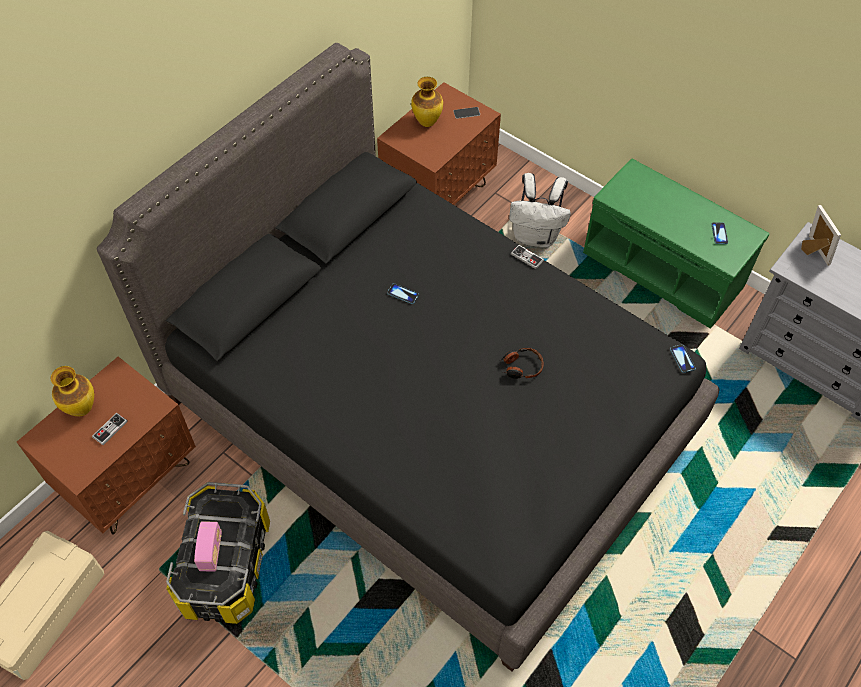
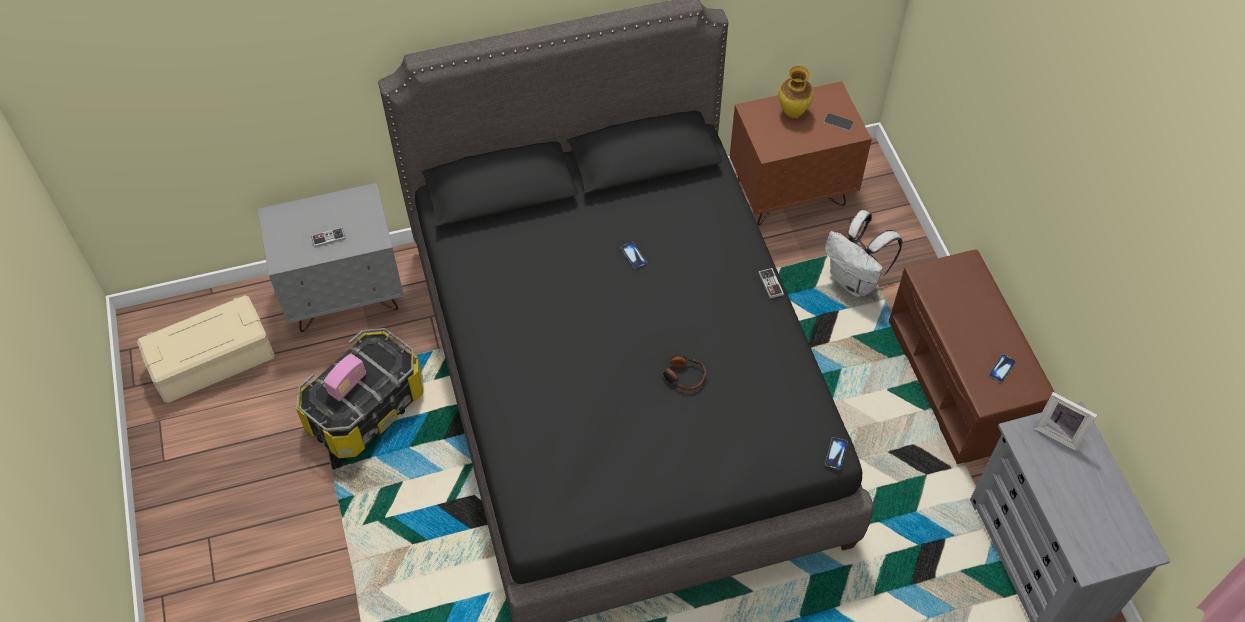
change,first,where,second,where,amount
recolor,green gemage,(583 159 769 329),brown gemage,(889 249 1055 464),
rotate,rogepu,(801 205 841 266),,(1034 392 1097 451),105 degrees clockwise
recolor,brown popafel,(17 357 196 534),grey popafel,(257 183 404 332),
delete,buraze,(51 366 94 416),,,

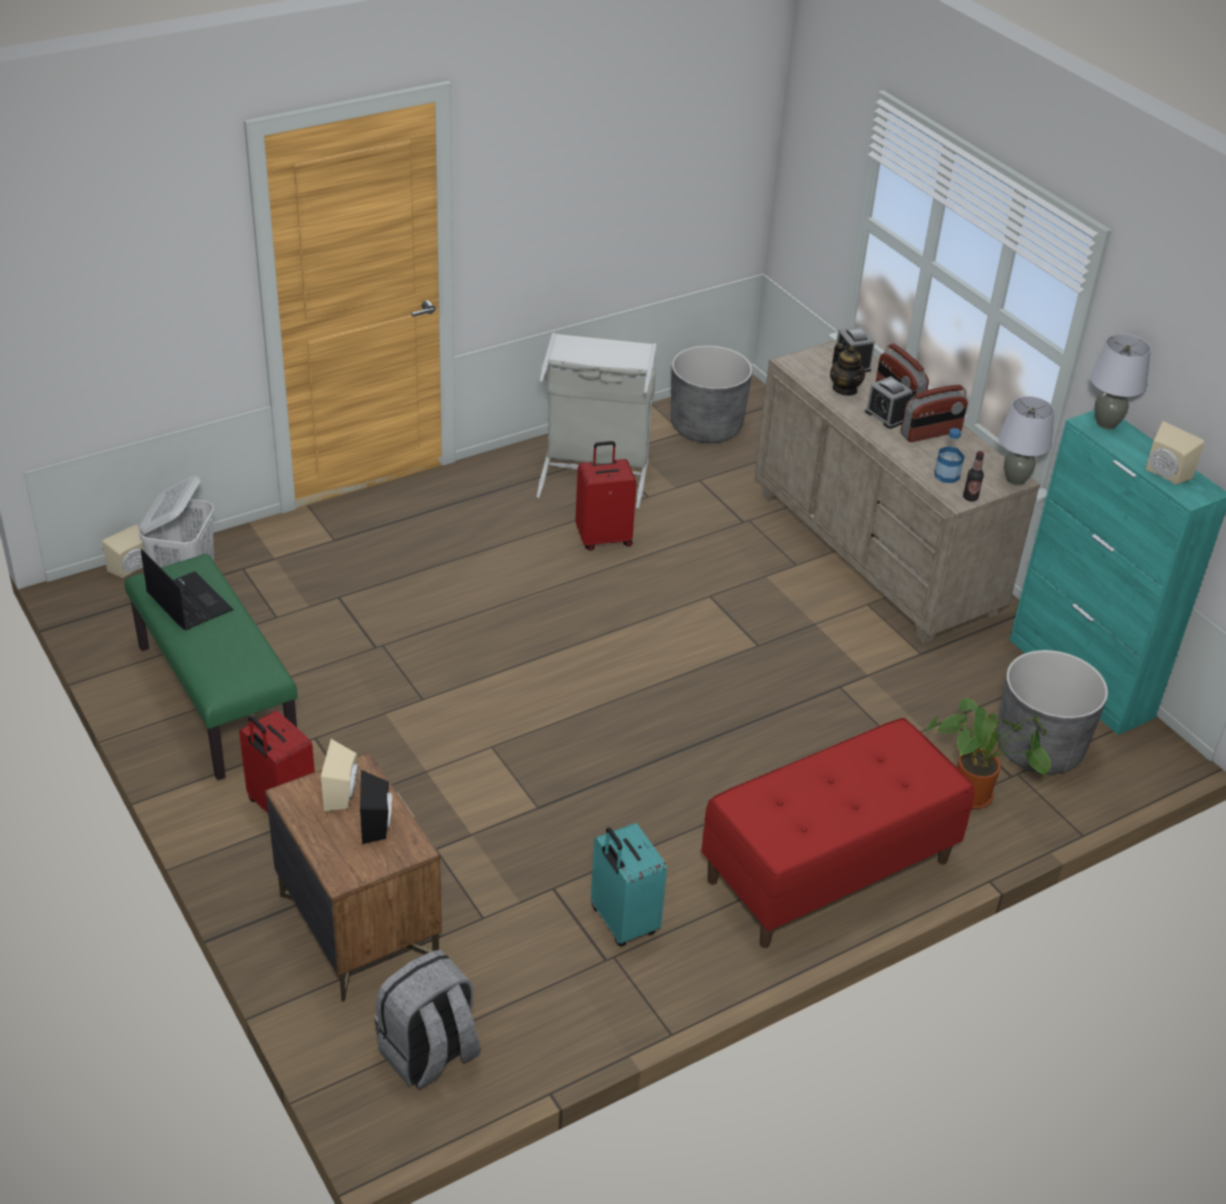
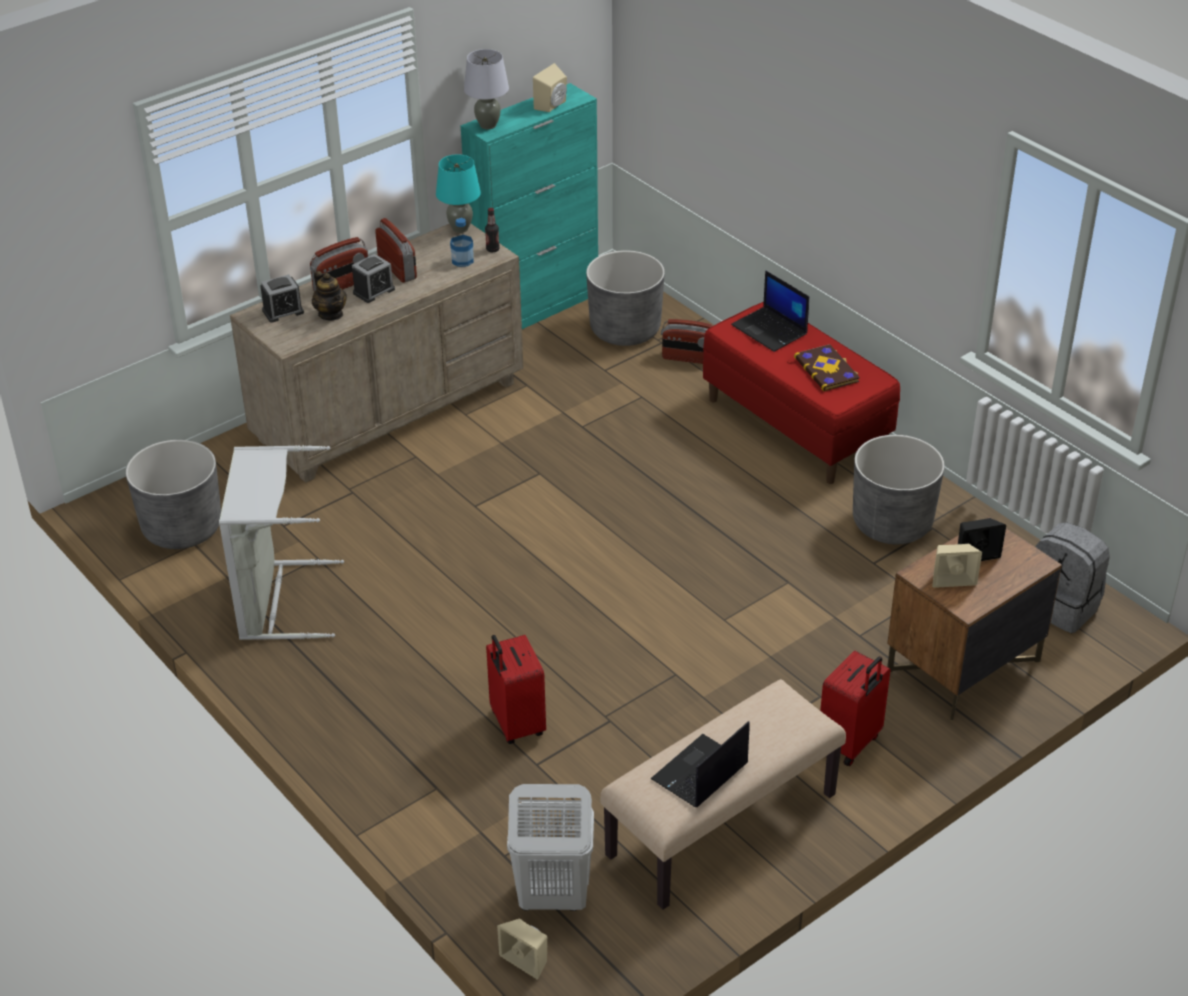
change,first,where,second,where,amount
rotate,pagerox,(830 343 865 396),,(312 271 347 320),90 degrees clockwise
recolor,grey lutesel,(999 396 1054 486),turquoise lutesel,(436 154 481 233),
move,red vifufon,(575 441 637 551),,(486 635 546 744),
recolor,green gemage,(125 554 297 780),beige gemage,(600 679 846 909),
replace,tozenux,(925 697 1051 809),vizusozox,(661 319 713 364),
replace,turquoise vifufon,(591 823 667 946),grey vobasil,(853 435 945 544),
insert,,,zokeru,(731 270 809 352),
insert,,,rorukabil,(794 344 860 391),

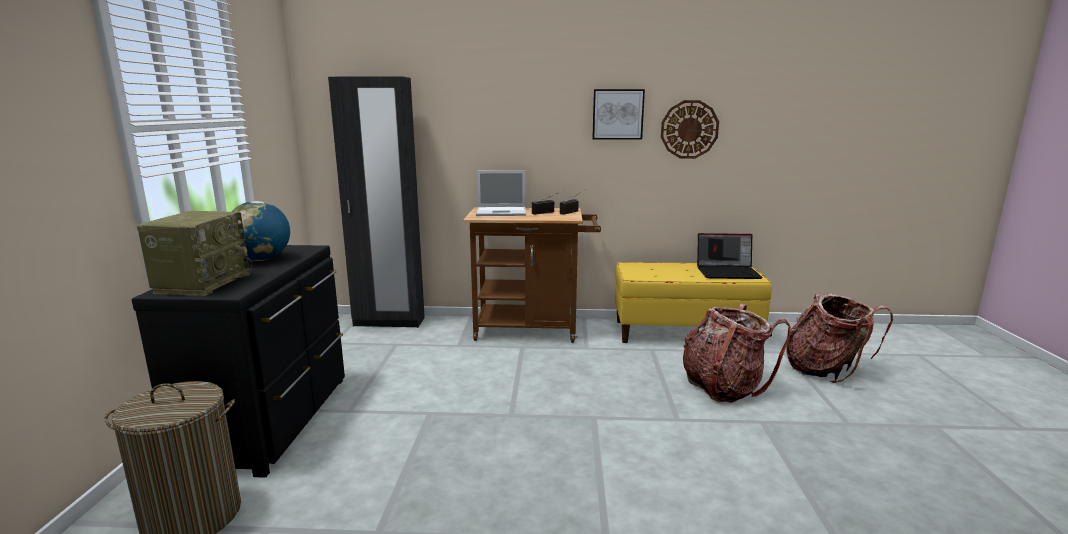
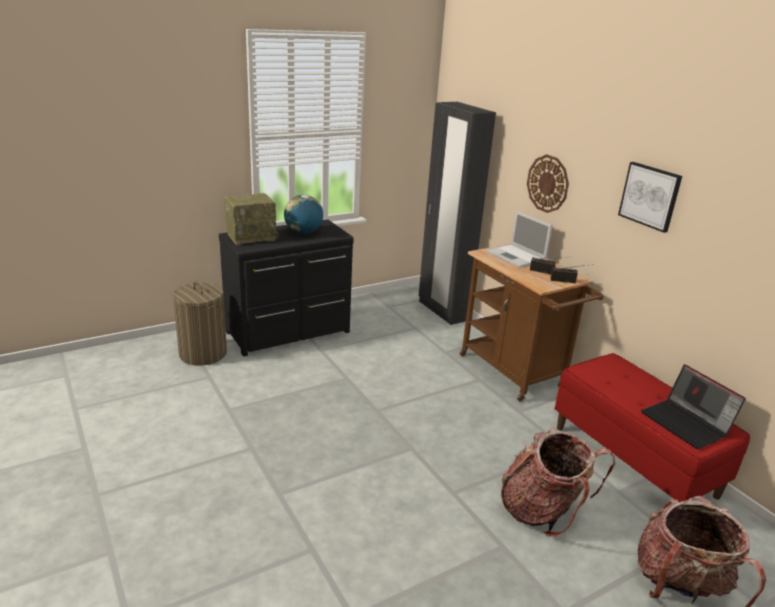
change,first,where,second,where,amount
move,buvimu,(661 100 719 159),,(527 154 569 213),
recolor,yellow gemage,(615 262 772 343),red gemage,(555 353 750 502),

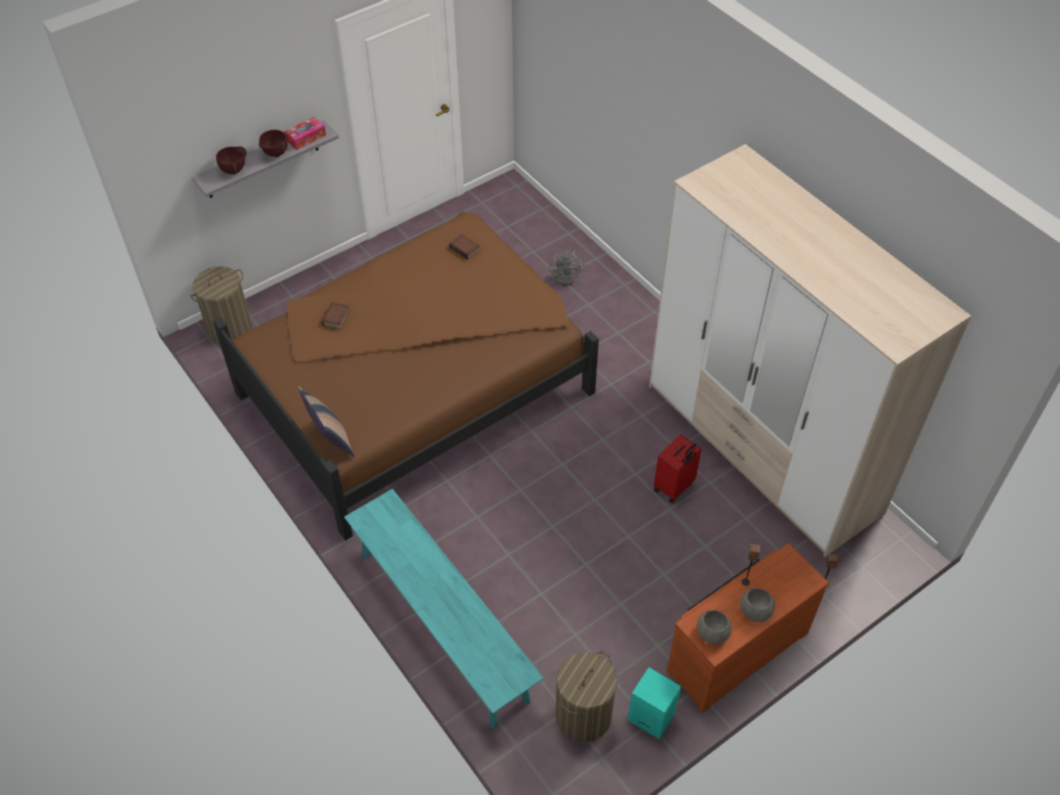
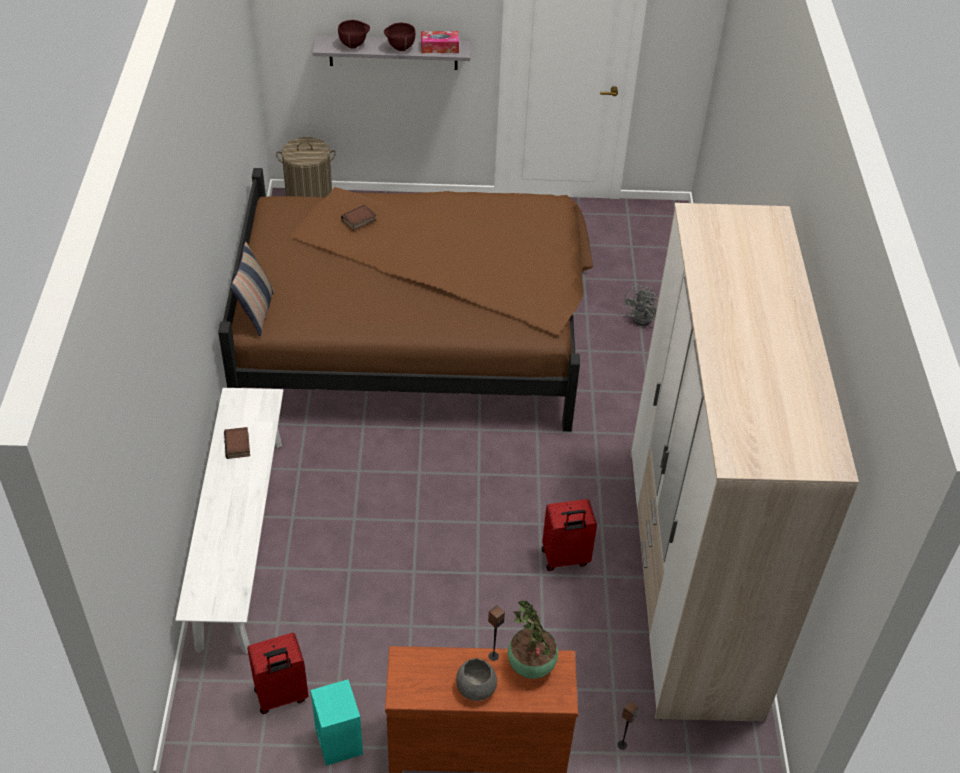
change,first,where,second,where,amount
move,rorukabil,(449 234 480 260),,(224 427 250 459),
recolor,turquoise gemage,(344 489 544 729),white gemage,(175 388 283 654),
delete,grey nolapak,(697 610 732 644),,,
replace,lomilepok,(555 651 617 742),red vifufon,(247 633 308 714),
insert,,,tozenux,(508 601 558 679),

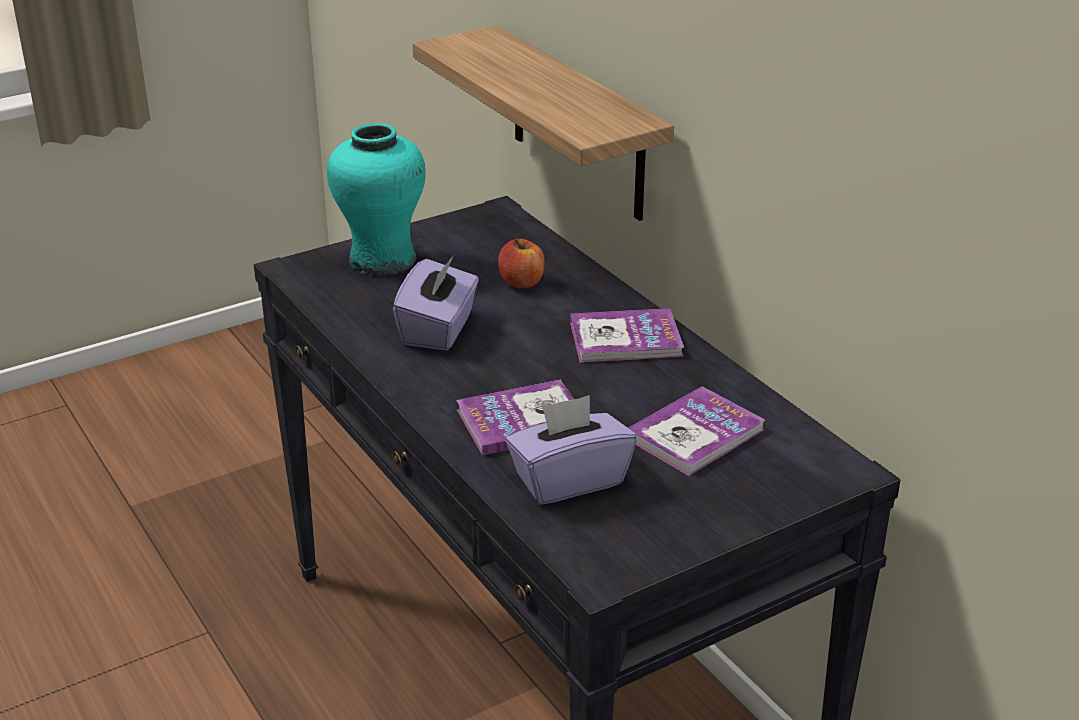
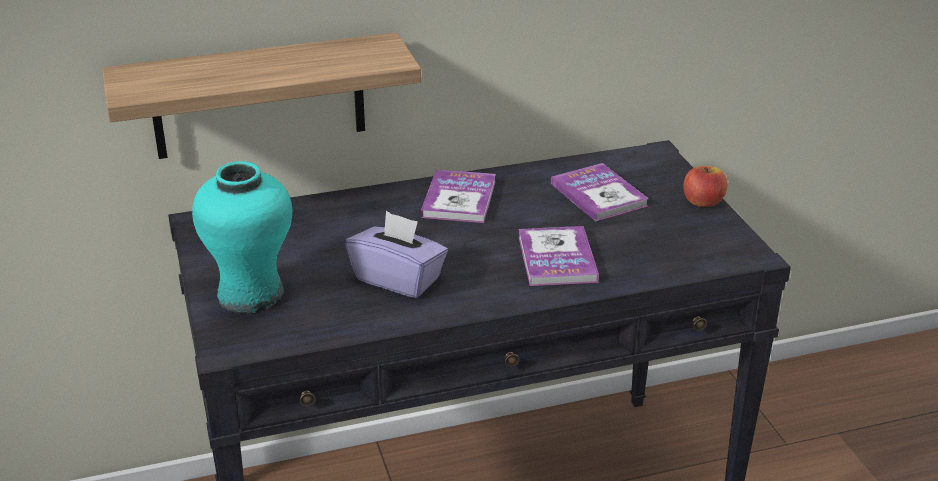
change,first,where,second,where,amount
move,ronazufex,(498 239 545 288),,(684 166 728 207),
delete,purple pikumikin,(505 395 636 505),,,

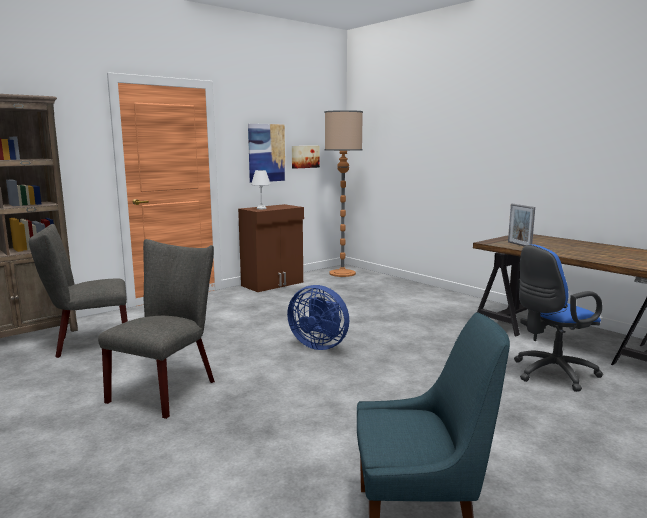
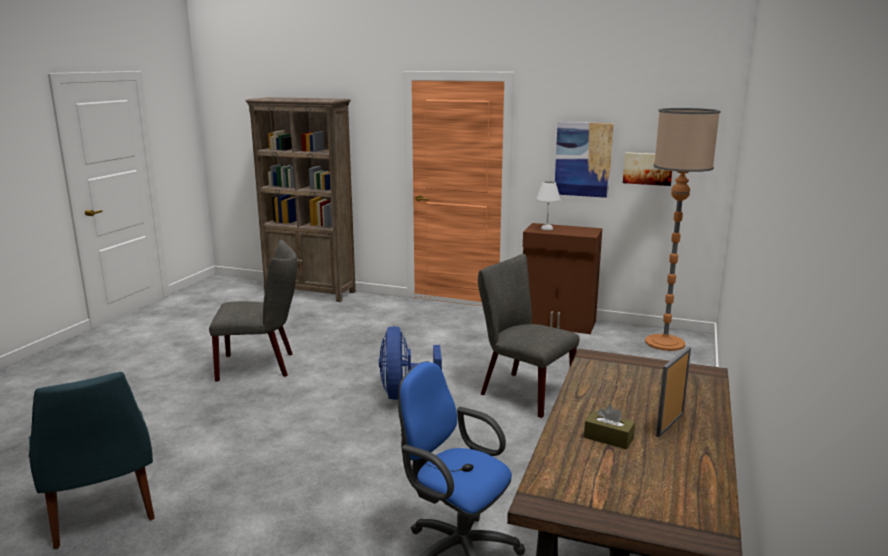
change,first,where,second,where,amount
move,rogepu,(508 204 535 247),,(656 347 691 437),
move,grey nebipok,(29 224 128 358),,(478 254 579 418),
insert,,,brown pikumikin,(584 405 635 449),

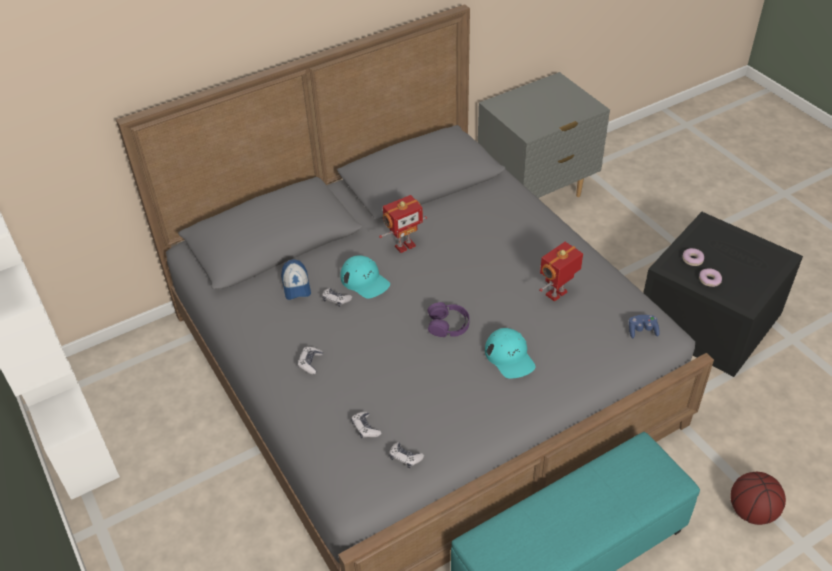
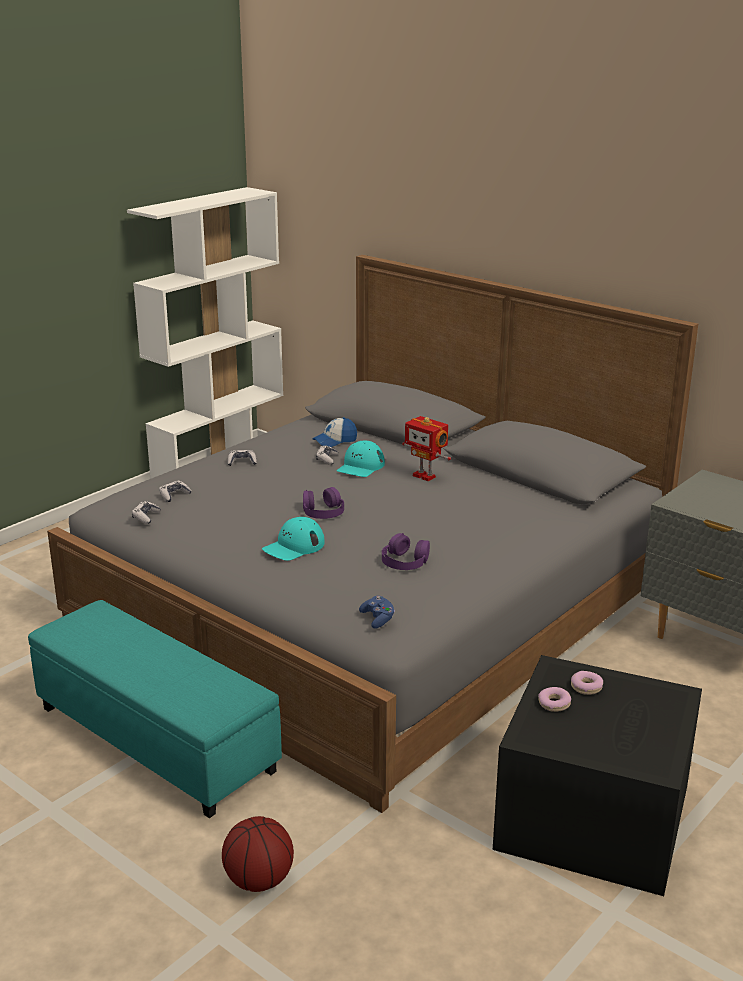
change,first,where,second,where,amount
replace,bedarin,(539 242 583 302),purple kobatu,(382 533 430 570),

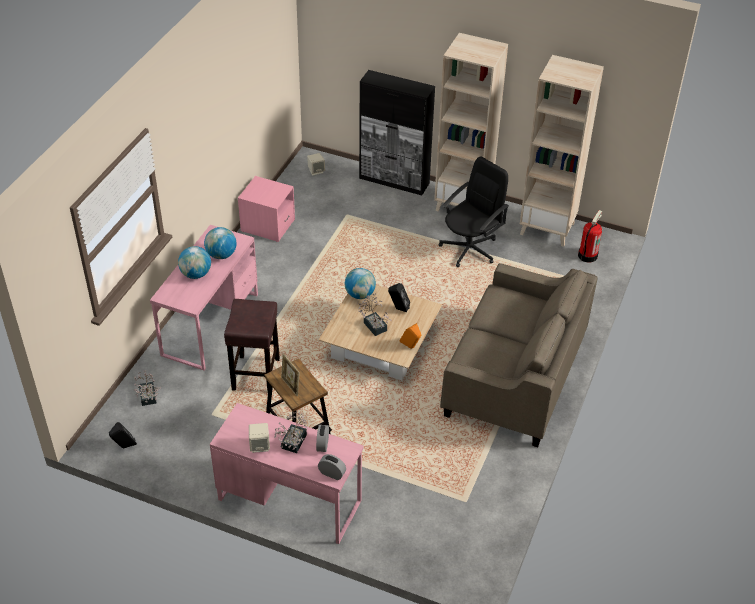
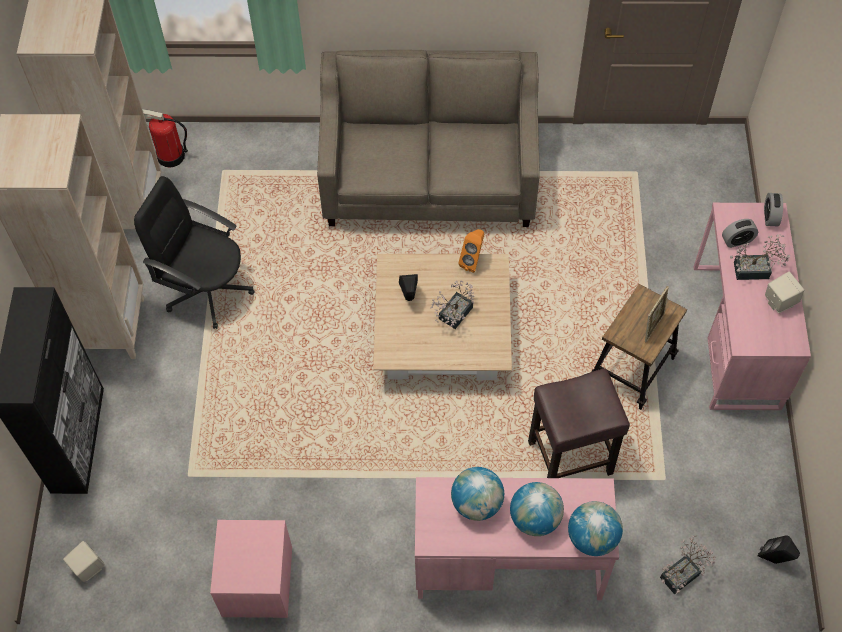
change,first,where,second,where,amount
move,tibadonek,(345 268 376 299),,(568 501 623 556),

